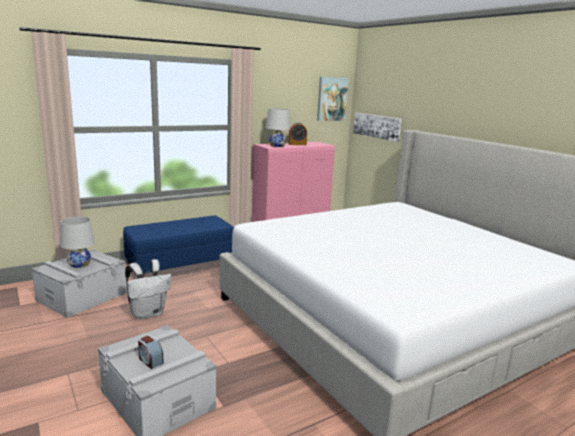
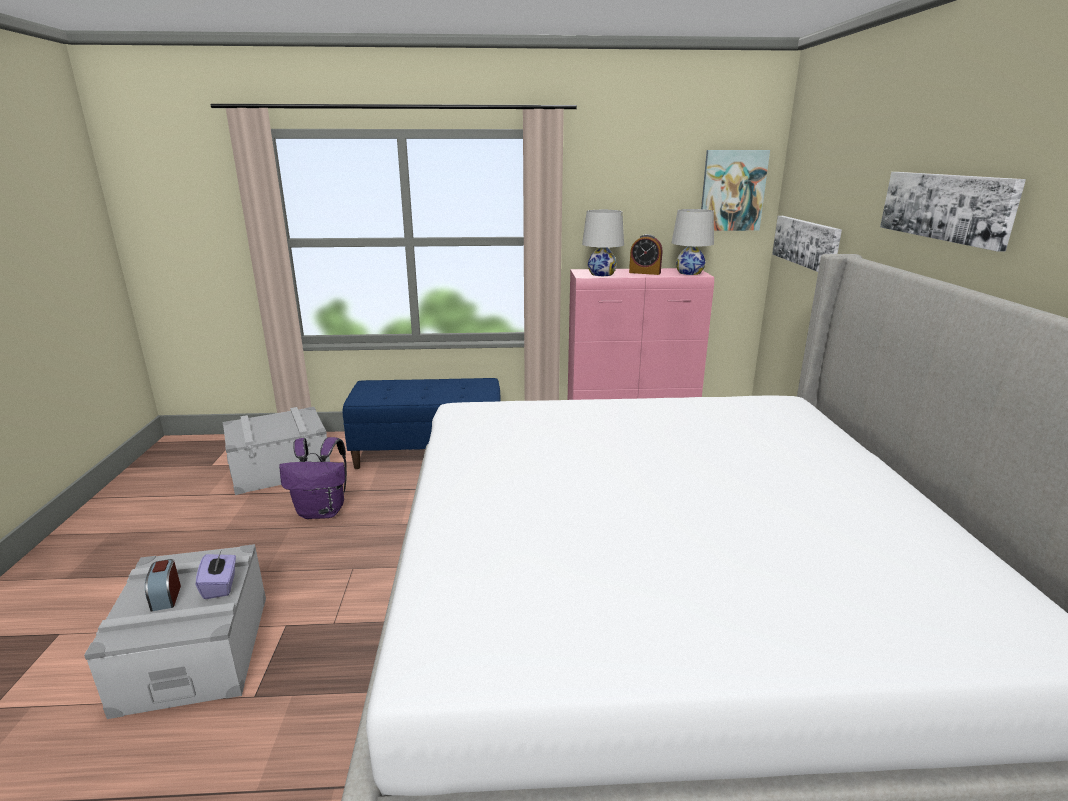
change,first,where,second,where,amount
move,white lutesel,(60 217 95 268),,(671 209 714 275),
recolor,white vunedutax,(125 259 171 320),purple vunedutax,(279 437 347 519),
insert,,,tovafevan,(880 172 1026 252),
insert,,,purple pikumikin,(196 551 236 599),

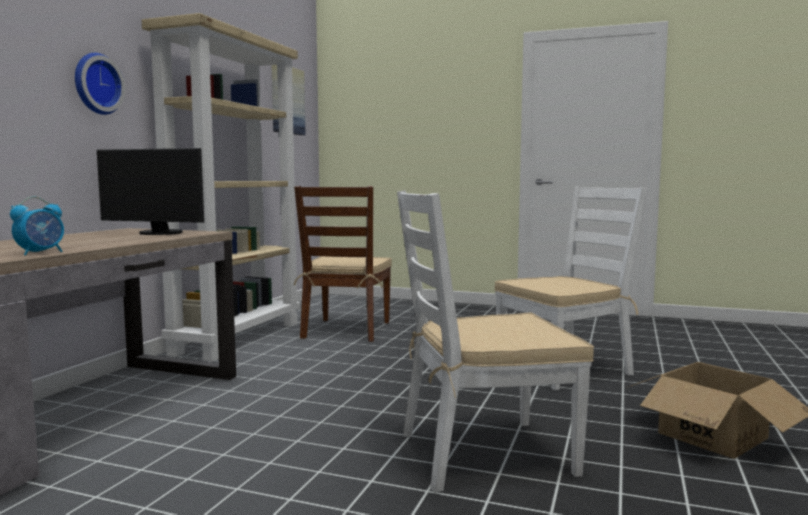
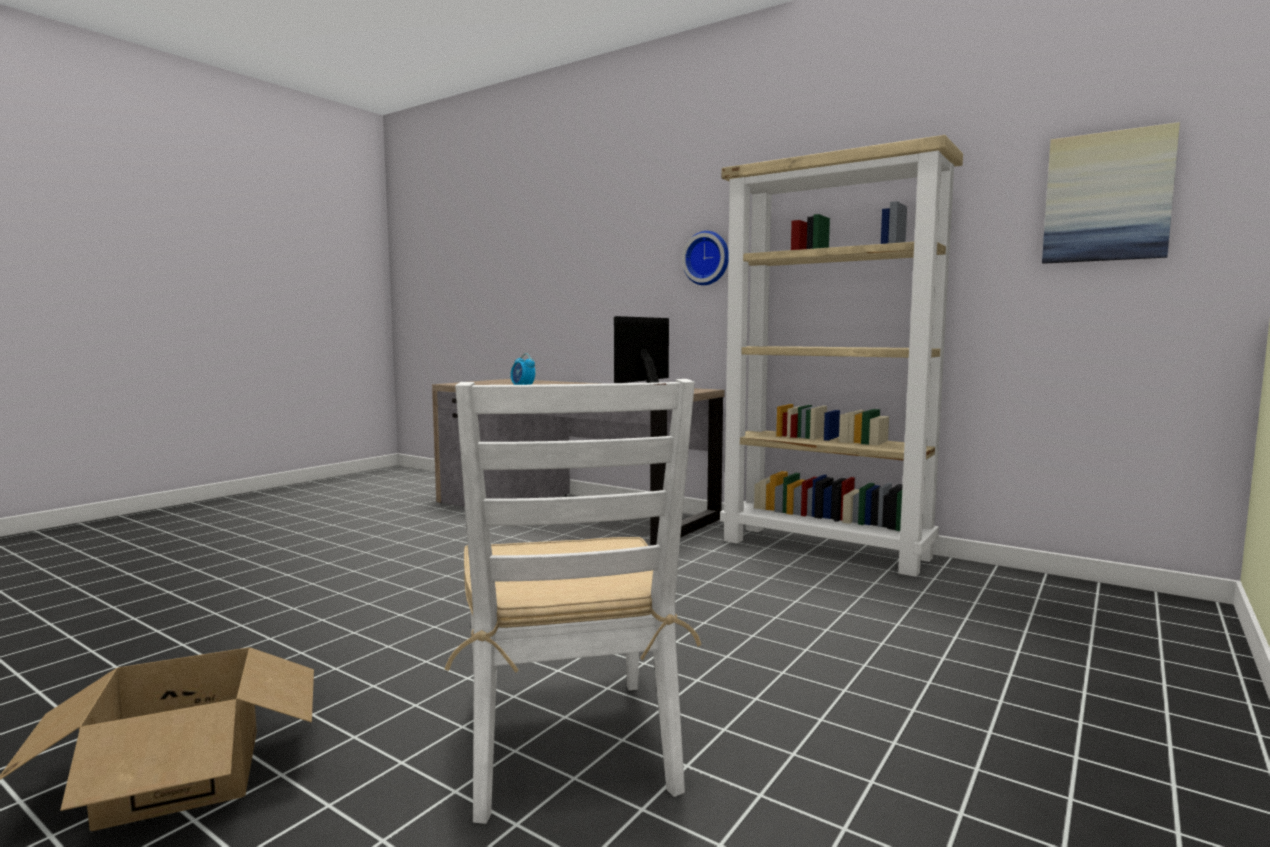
change,first,where,second,where,amount
delete,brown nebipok,(294 186 392 342),,,
delete,white nebipok,(397 191 594 493),,,

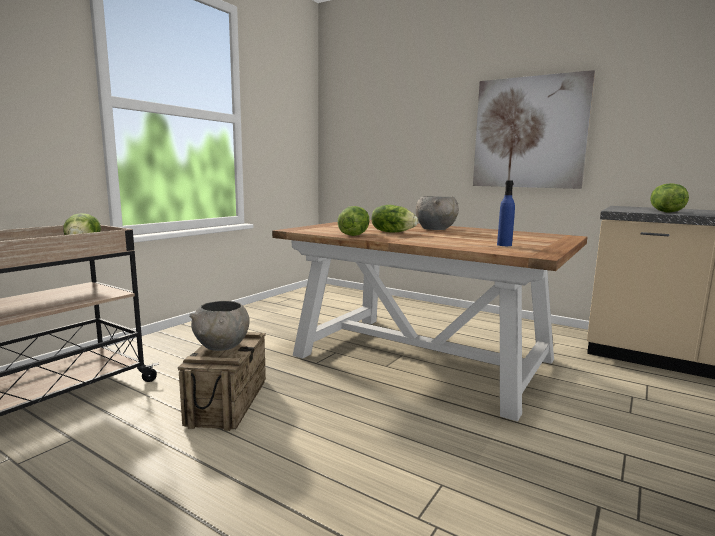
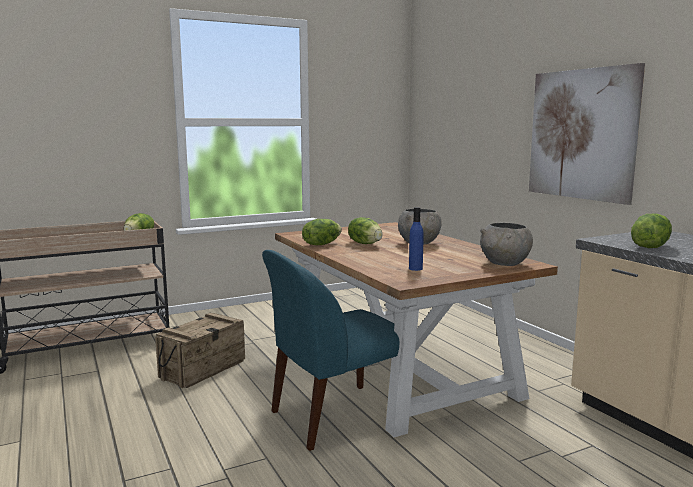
change,first,where,second,where,amount
move,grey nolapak,(189 301 250 351),,(480 223 533 266),
insert,,,blue nebipok,(262 250 399 451),

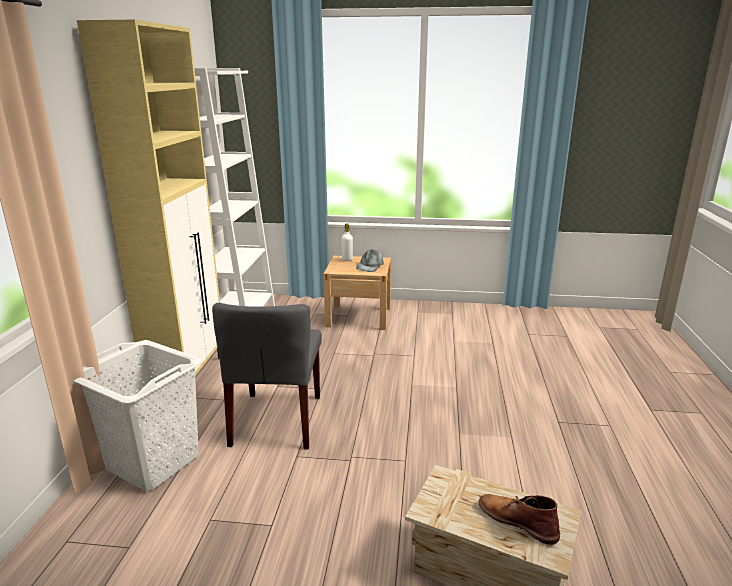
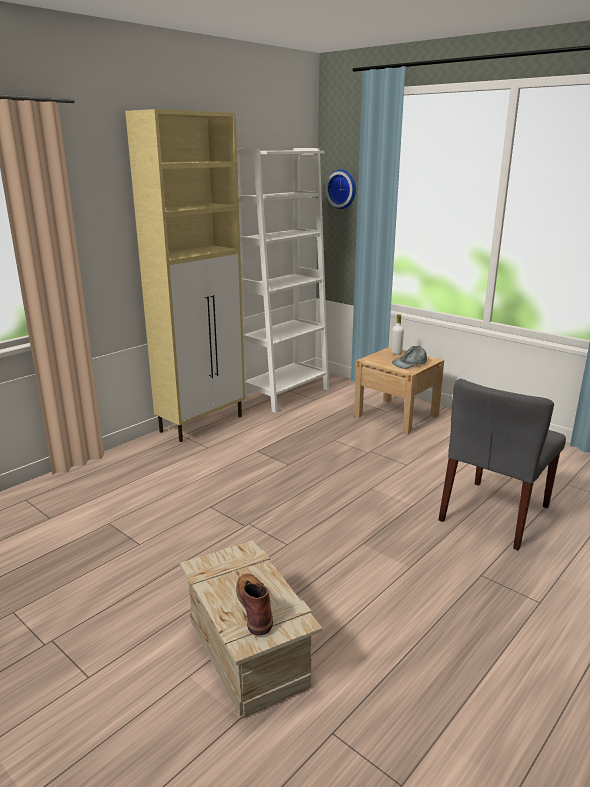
change,first,where,second,where,amount
move,grey nebipok,(212 303 322 449),,(438 379 566 550),
delete,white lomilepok,(74 340 203 491),,,
insert,,,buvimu,(325 169 356 209),

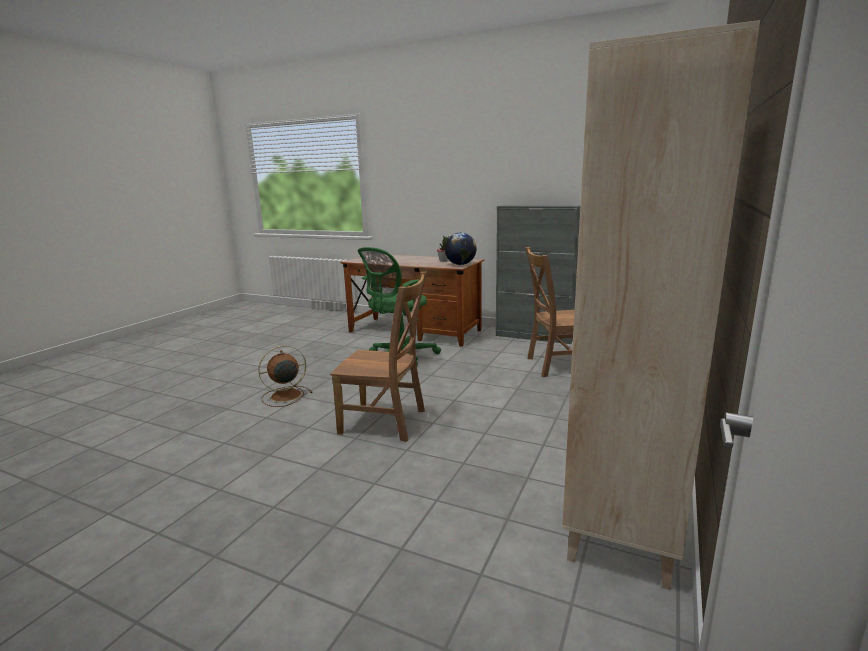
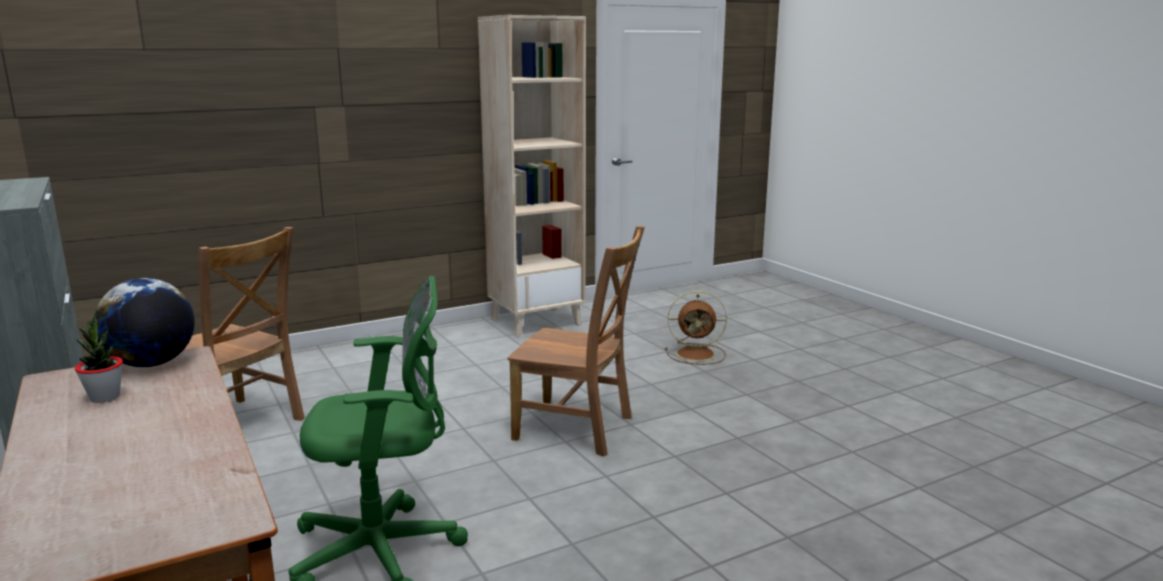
change,first,where,second,where,amount
rotate,brown nebipok,(330 272 427 442),,(507 226 645 456),150 degrees clockwise
move,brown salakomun,(258 345 312 407),,(665 291 727 365),

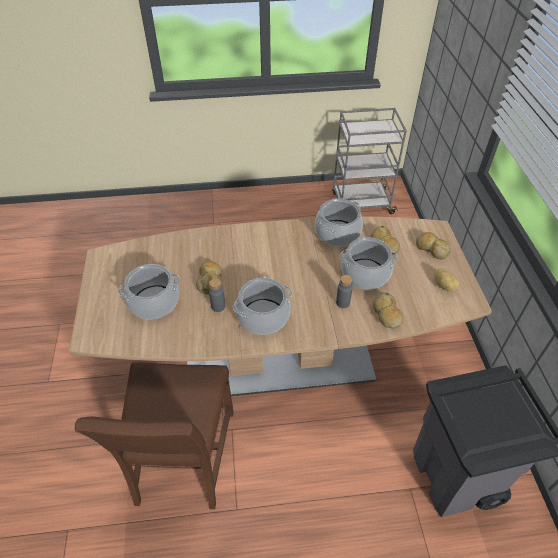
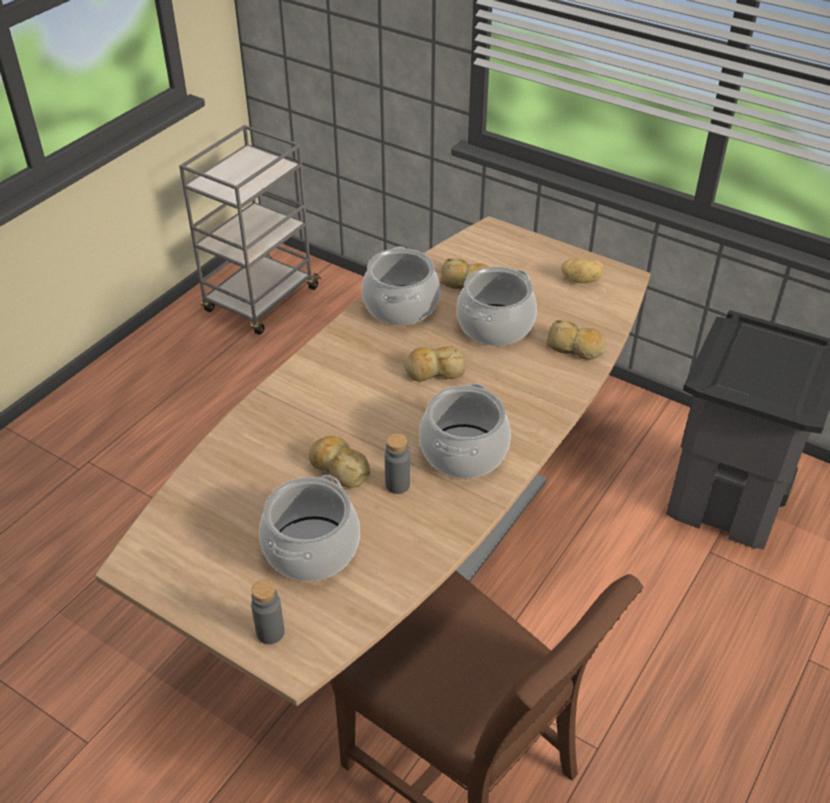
change,first,where,second,where,amount
move,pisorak,(416 232 451 260),,(404 346 466 382),
move,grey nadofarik,(336 275 353 308),,(251 580 285 644),

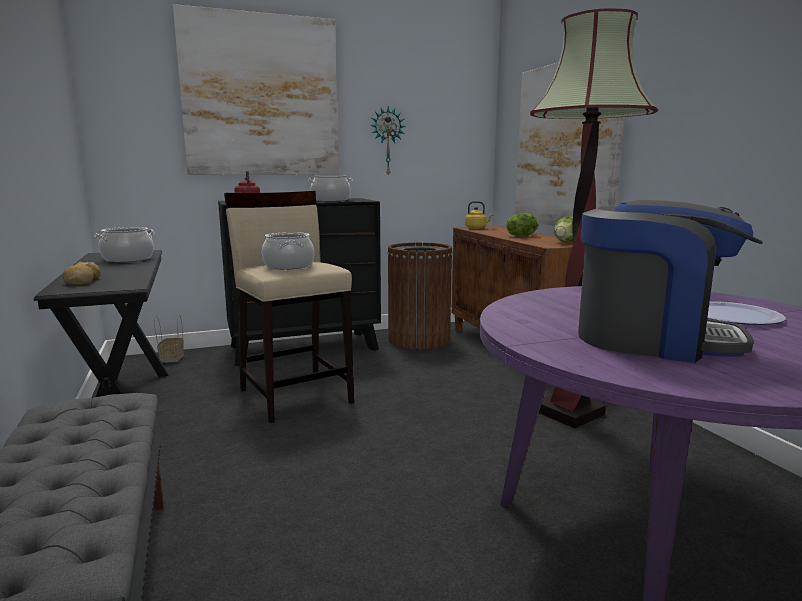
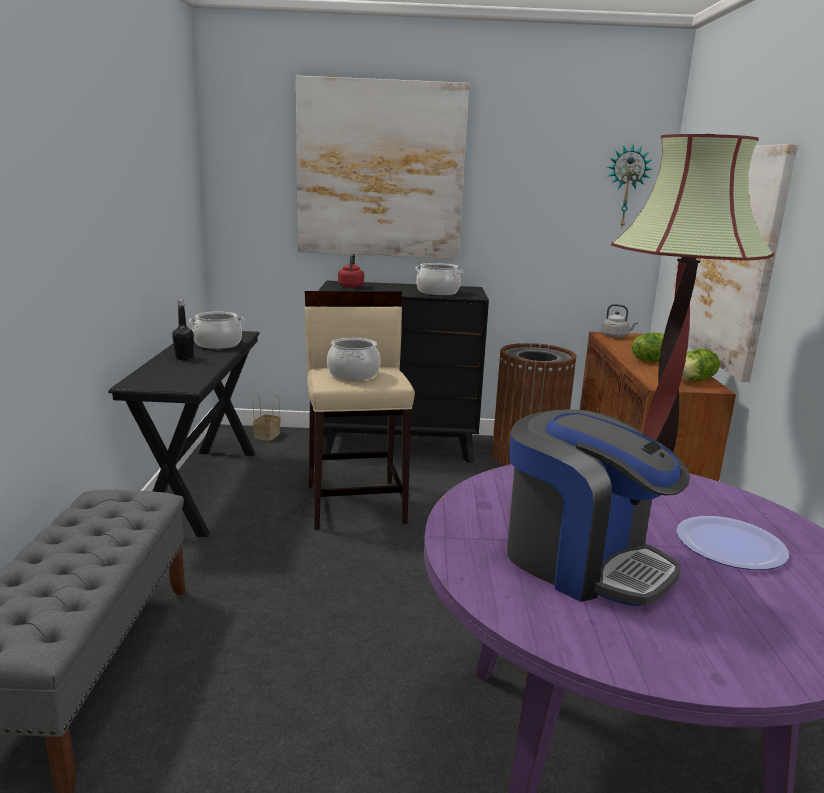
change,first,where,second,where,amount
move,buvimu,(370 106 406 177),,(608 144 652 227),
recolor,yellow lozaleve,(465 201 493 229),grey lozaleve,(601 304 638 338),
delete,pisorak,(63 262 101 285),,,
insert,,,black nadofarik,(172 300 194 360),

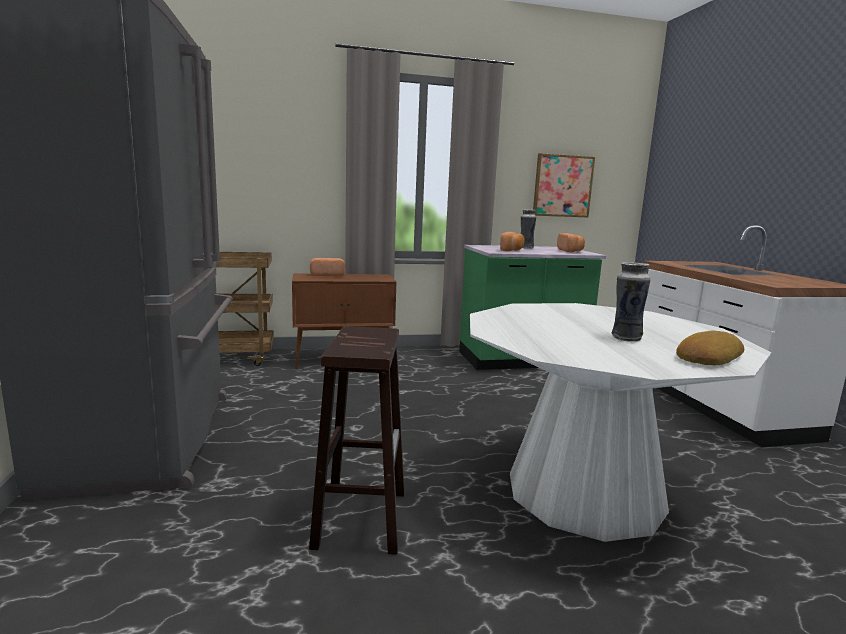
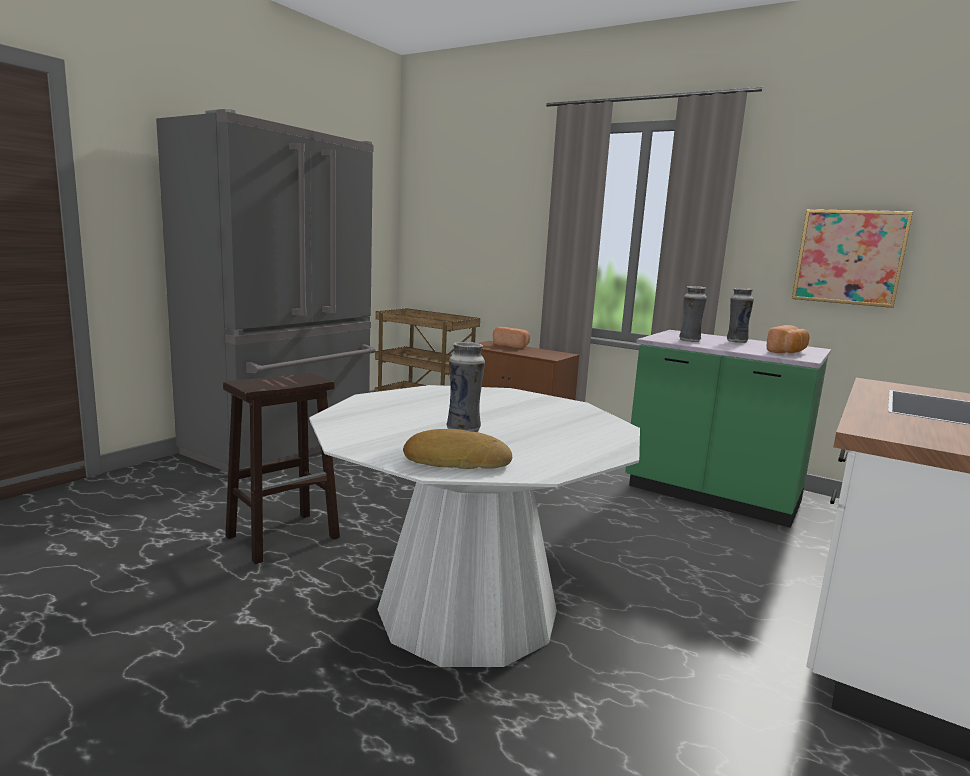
change,first,where,second,where,amount
replace,pisorak,(500 232 525 251),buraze,(679 286 707 342),

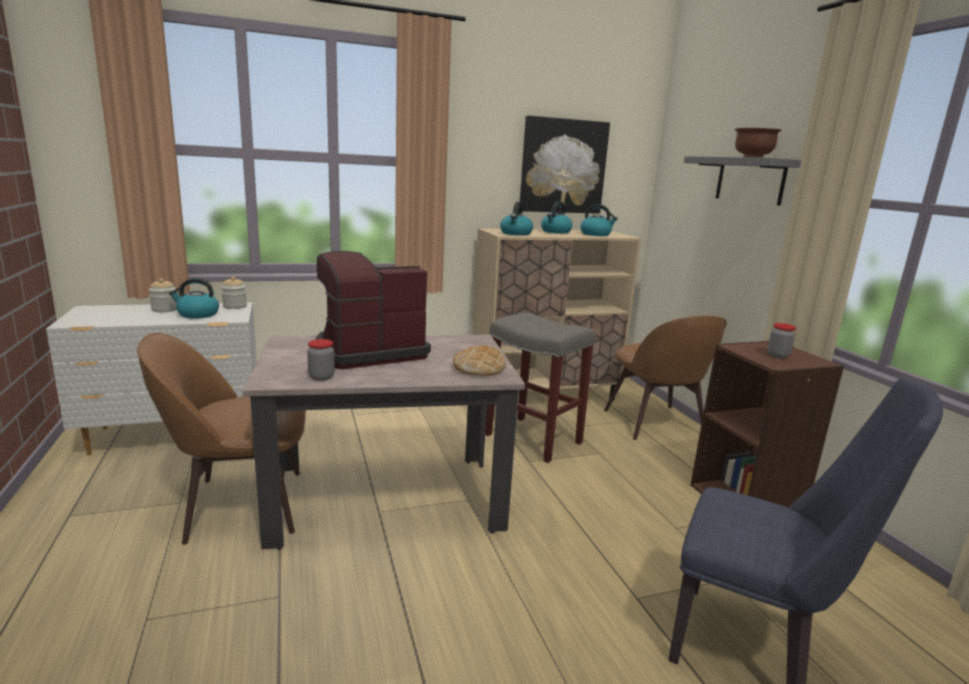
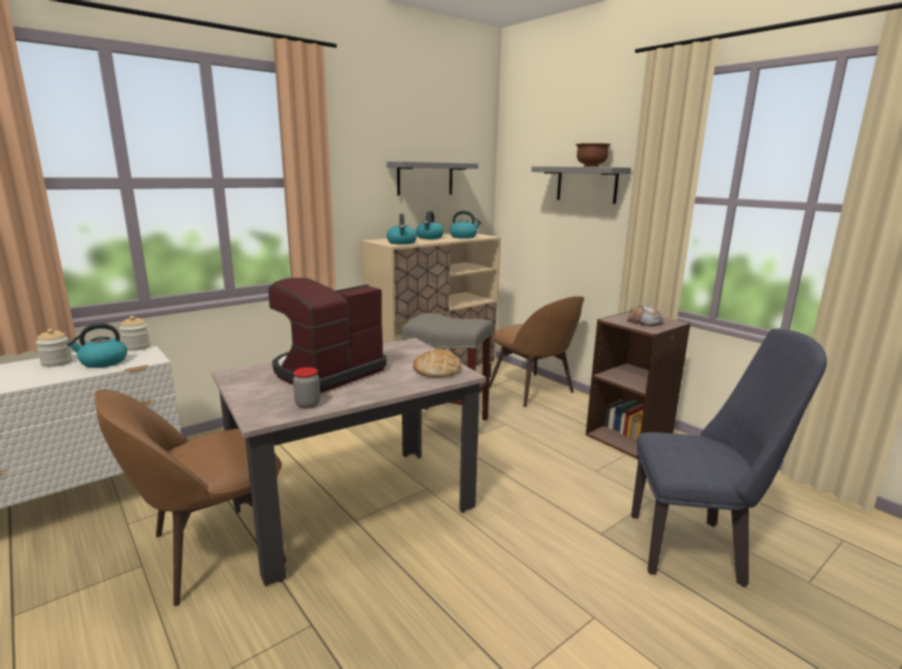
change,first,where,second,where,amount
replace,tovafevan,(520 116 610 214),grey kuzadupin,(387 162 478 196),
replace,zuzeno,(767 323 796 358),pisorak,(627 306 664 326),

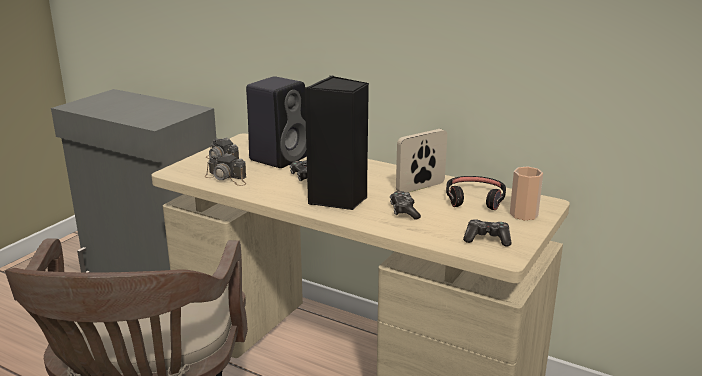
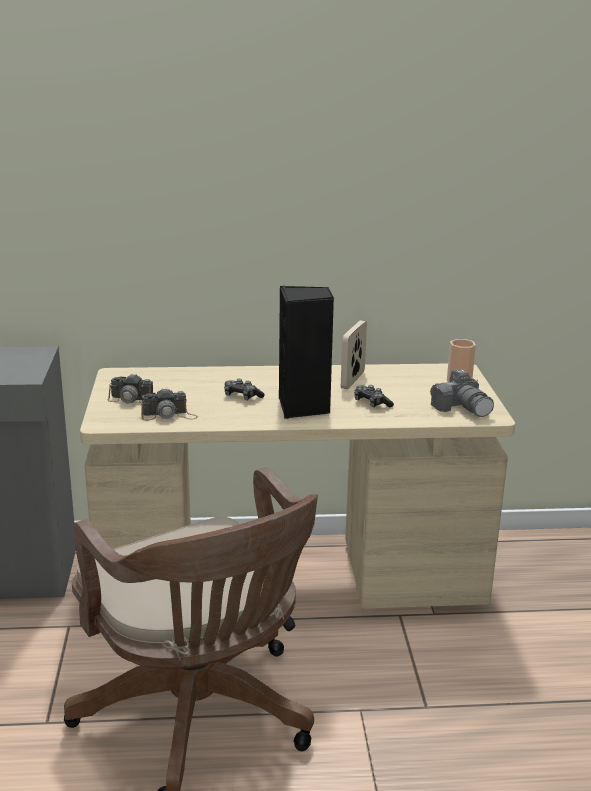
change,first,where,second,where,amount
delete,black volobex,(246 76 307 168),,,
delete,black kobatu,(446 176 506 210),,,
replace,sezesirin,(463 219 511 246),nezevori,(430 369 494 417),

